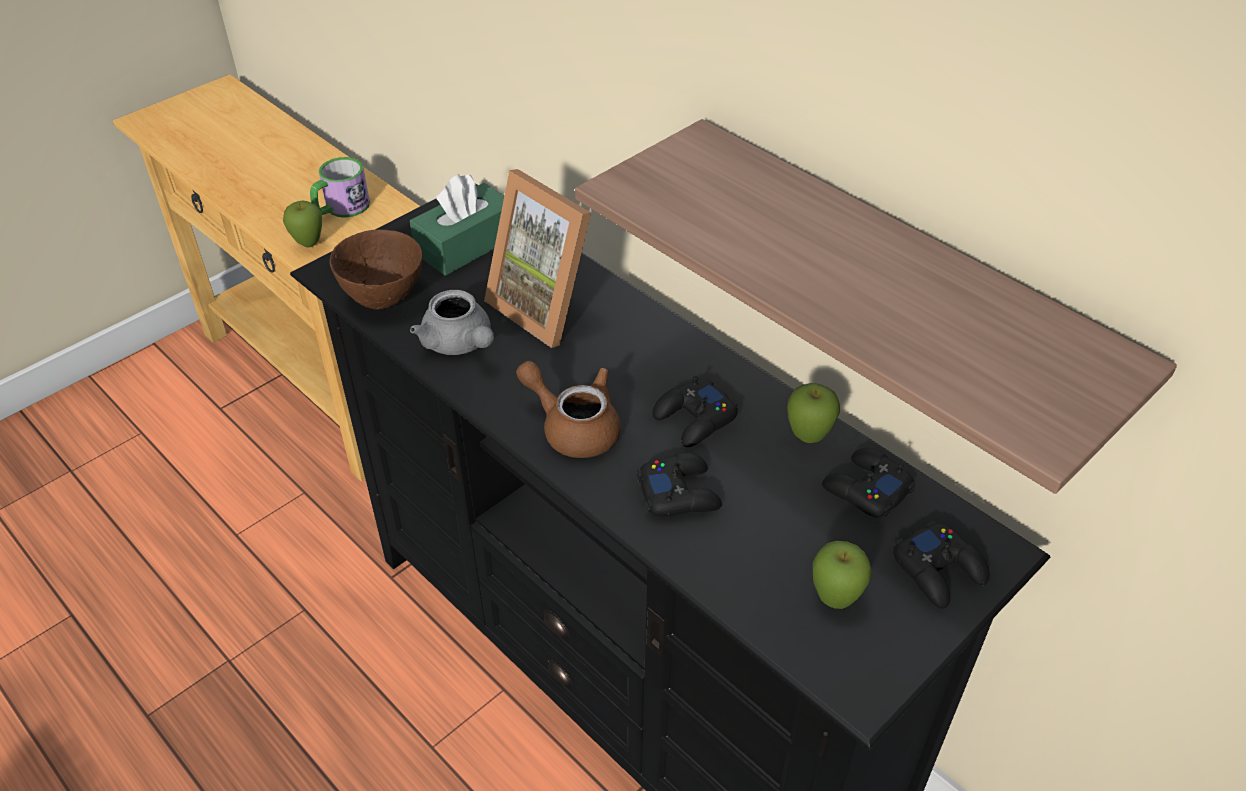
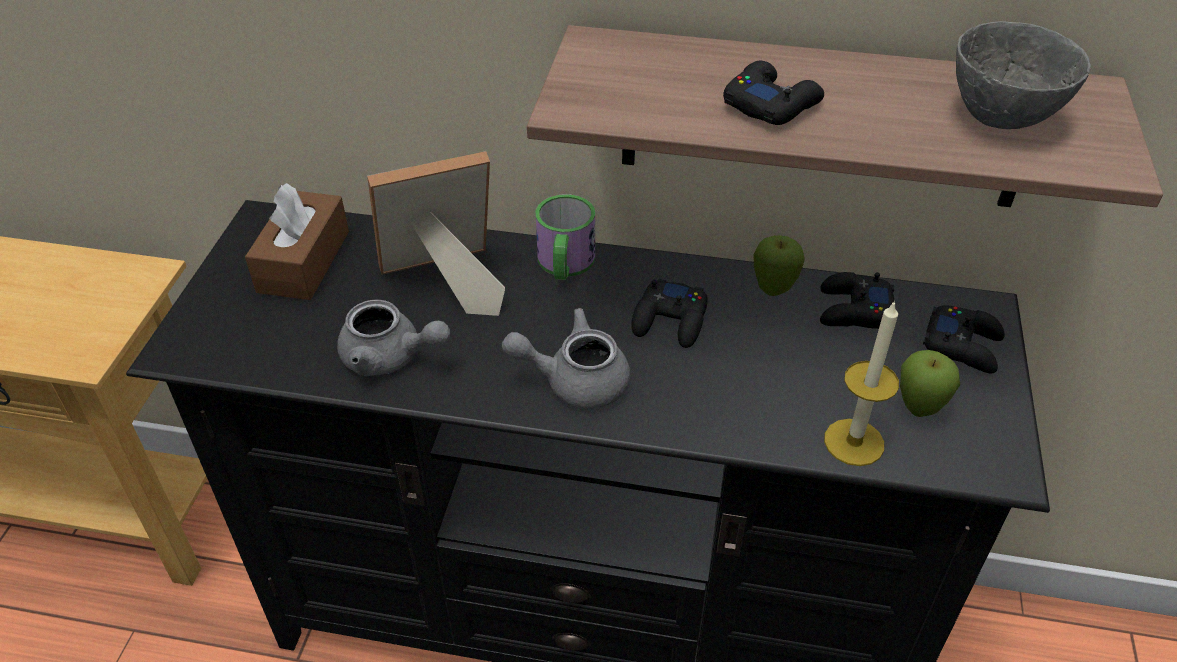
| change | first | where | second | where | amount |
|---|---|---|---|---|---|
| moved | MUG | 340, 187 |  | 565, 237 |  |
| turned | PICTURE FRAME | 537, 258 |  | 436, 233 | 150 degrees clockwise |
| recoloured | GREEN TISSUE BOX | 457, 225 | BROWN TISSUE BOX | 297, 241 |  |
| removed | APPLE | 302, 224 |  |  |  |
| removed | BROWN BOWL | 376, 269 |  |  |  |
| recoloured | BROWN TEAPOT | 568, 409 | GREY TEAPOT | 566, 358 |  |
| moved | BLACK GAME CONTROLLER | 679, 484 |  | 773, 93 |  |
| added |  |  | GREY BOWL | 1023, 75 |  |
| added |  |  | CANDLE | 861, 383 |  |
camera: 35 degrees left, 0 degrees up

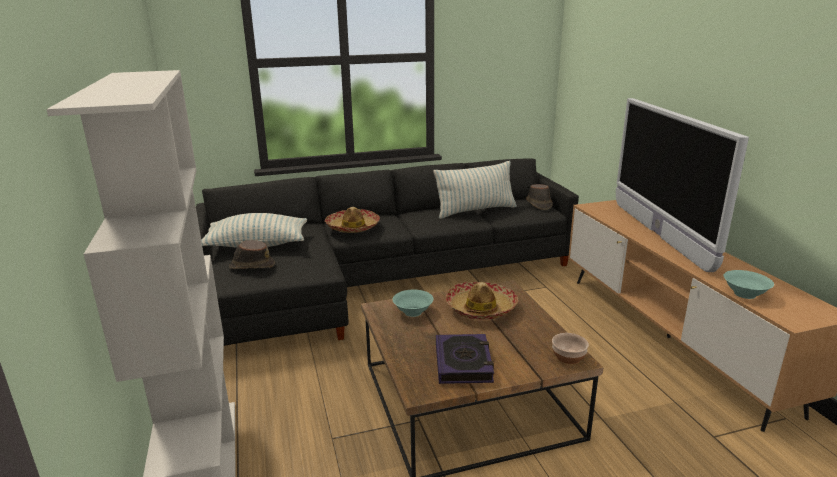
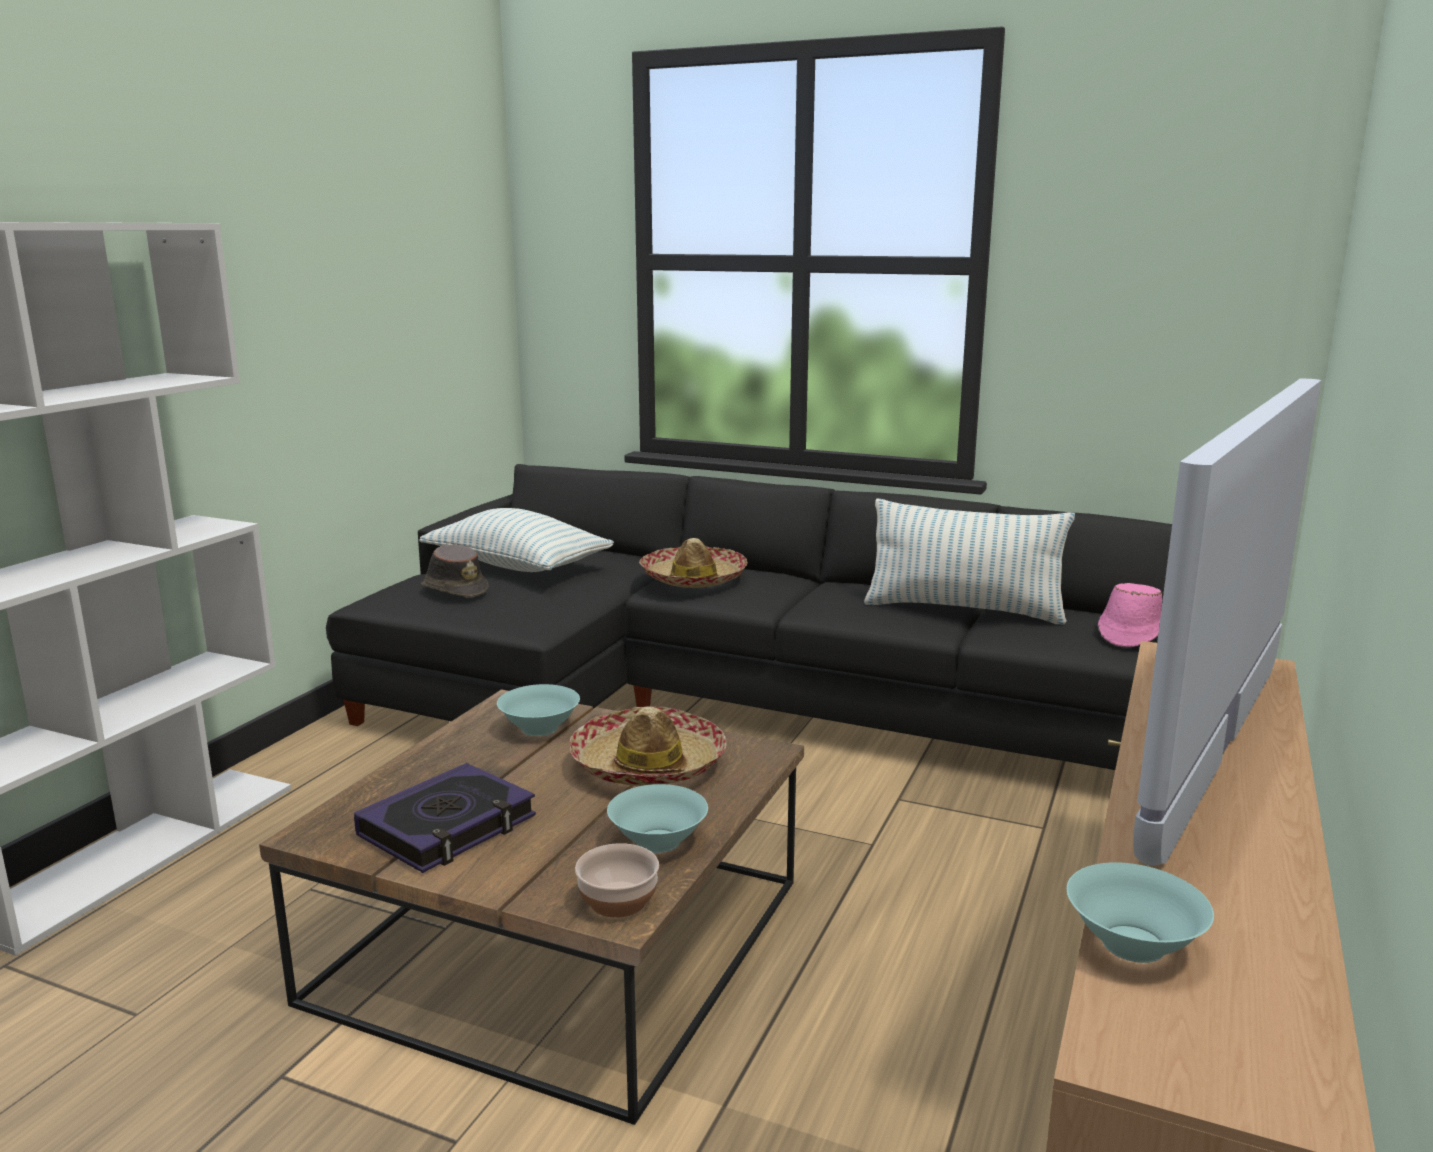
| change | first | where | second | where | amount |
|---|---|---|---|---|---|
| recoloured | BROWN HAT | 539, 197 | PINK HAT | 1130, 615 |  |
| added |  |  | TURQUOISE BOWL | 657, 818 |  |
camera: 40 degrees right, 5 degrees down

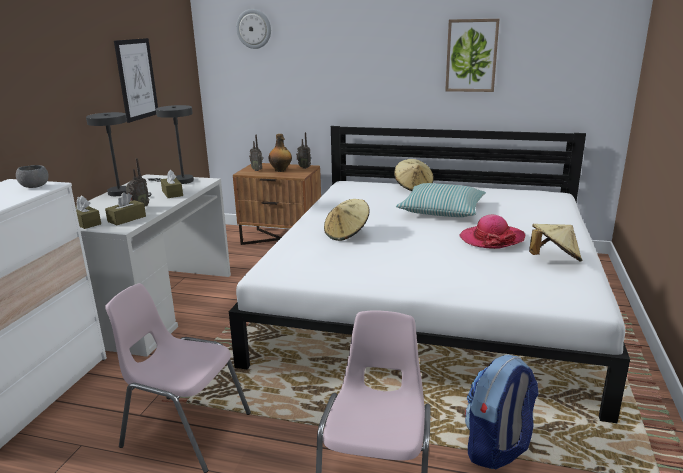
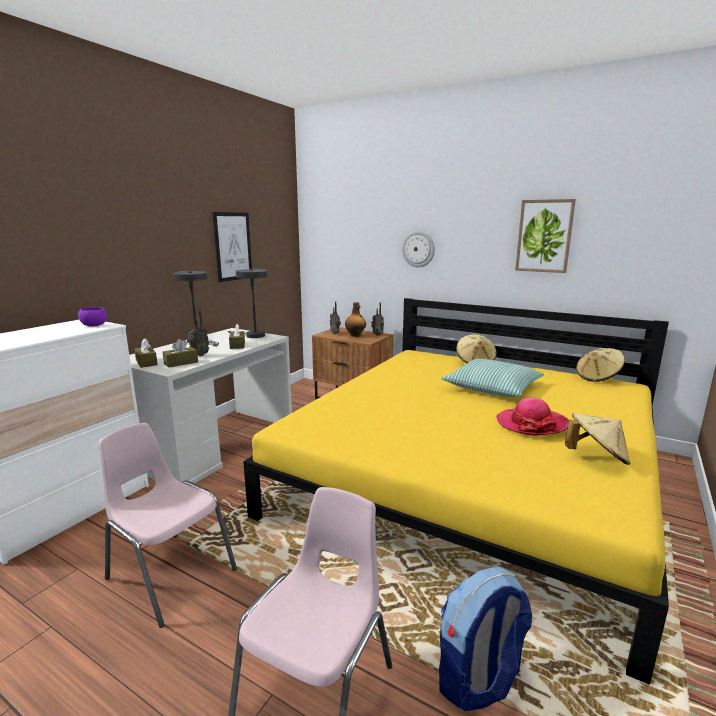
| change | first | where | second | where | amount |
|---|---|---|---|---|---|
| moved | WALL CLOCK | 253, 29 |  | 418, 249 |  |
| recoloured | WHITE BED | 429, 274 | YELLOW BED | 456, 491 |  |
| recoloured | GREY BOWL | 32, 176 | PURPLE BOWL | 92, 316 |  |
| moved | BEIGE HAT | 347, 220 |  | 600, 365 |  |
camera: 15 degrees right, 5 degrees down

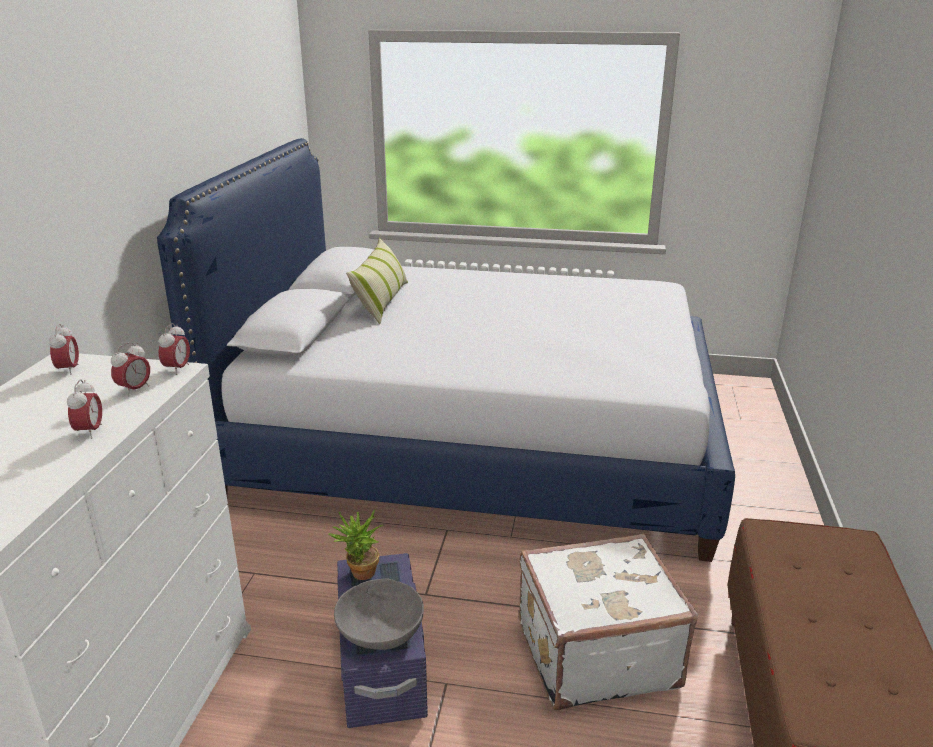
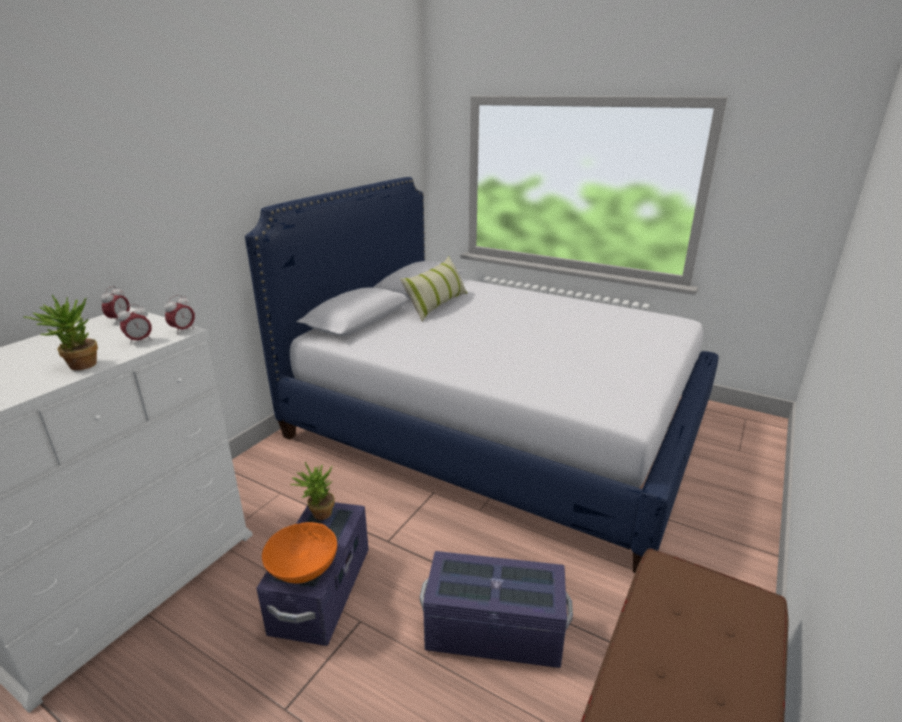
| change | first | where | second | where | amount |
|---|---|---|---|---|---|
| replaced | ALARM CLOCK | 84, 409 | POTTED PLANT | 61, 332 |  |
| replaced | WHITE SUITCASE | 608, 621 | PURPLE STORAGE BOX | 496, 609 |  |
| recoloured | GREY BOWL | 379, 614 | ORANGE BOWL | 299, 552 |  |
camera: 20 degrees right, 0 degrees up

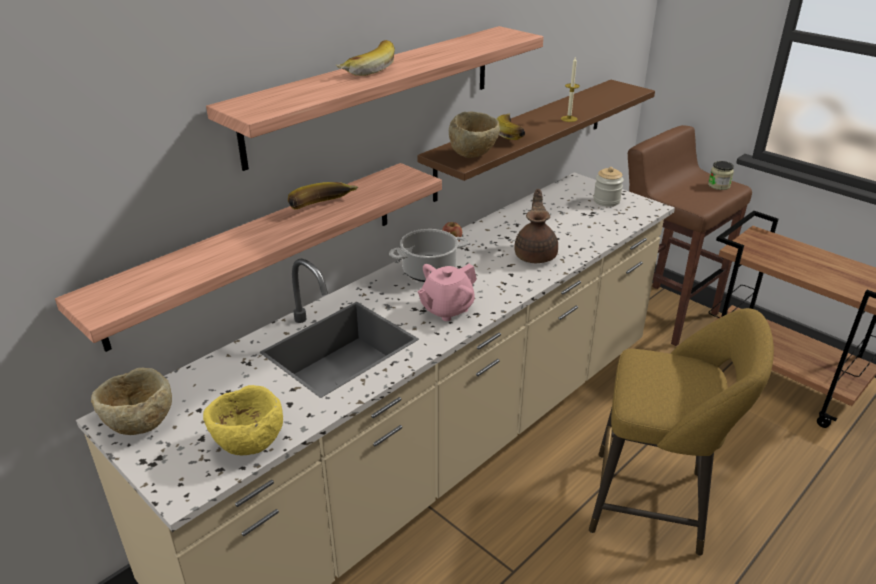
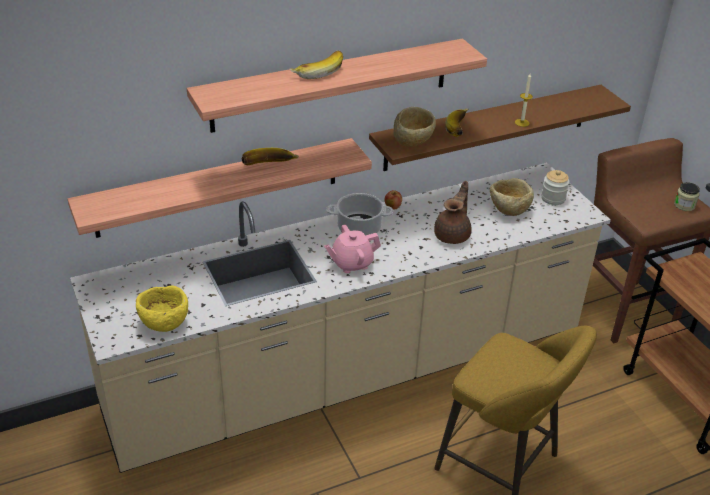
| change | first | where | second | where | amount |
|---|---|---|---|---|---|
| moved | BEIGE BOWL | 131, 401 |  | 512, 197 |  |
camera: 20 degrees right, 5 degrees up

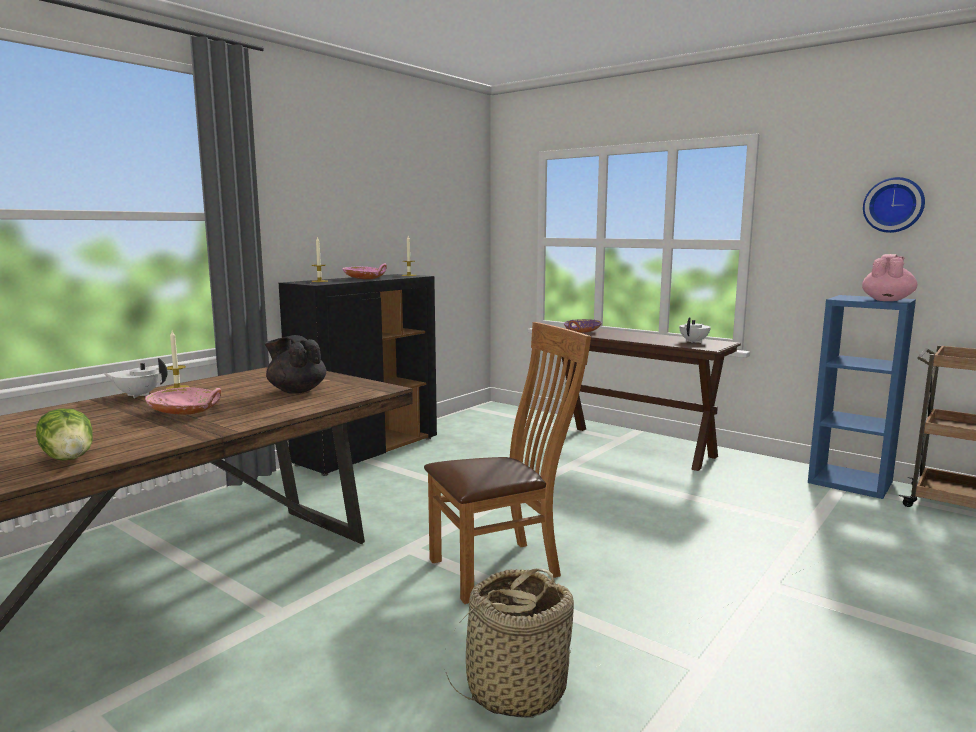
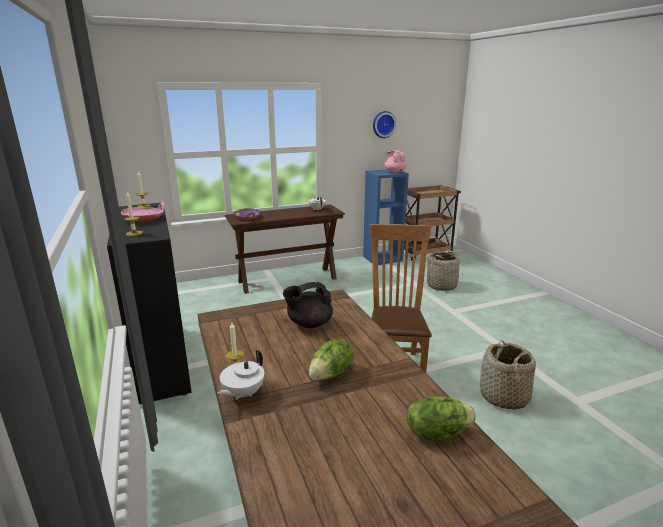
| change | first | where | second | where | amount |
|---|---|---|---|---|---|
| replaced | PINK BOWL | 183, 401 | LETTUCE | 331, 359 |  |
| added |  |  | BASKET | 443, 270 |  |
camera: 60 degrees left, 10 degrees up

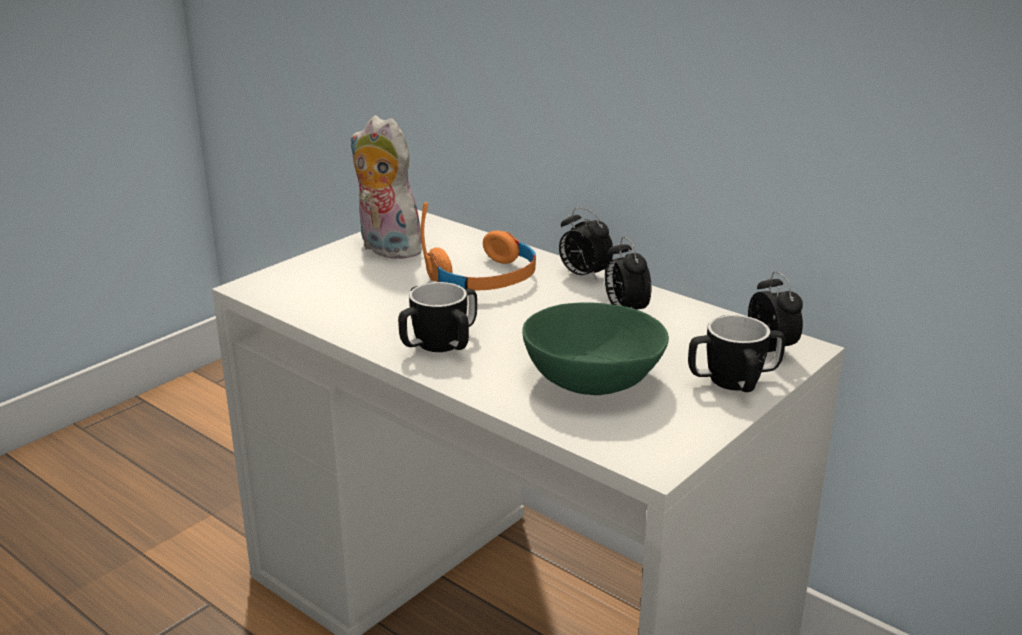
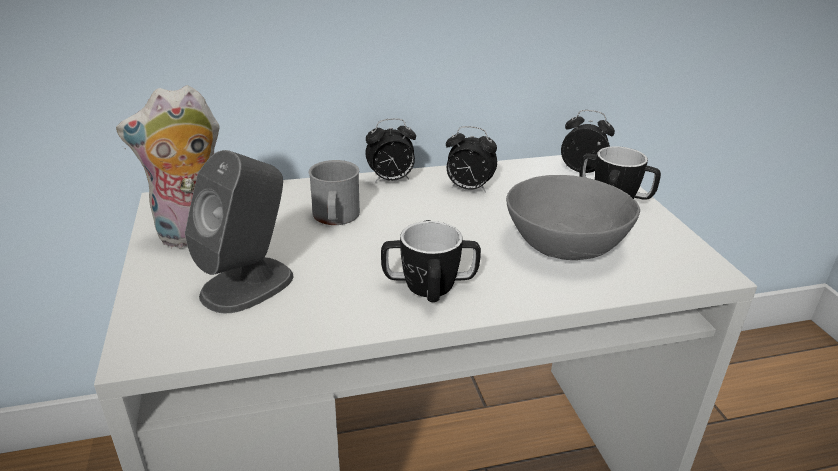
| change | first | where | second | where | amount |
|---|---|---|---|---|---|
| replaced | ORANGE HEADPHONES | 478, 246 | GREY MUG | 334, 192 |  |
| recoloured | GREEN BOWL | 595, 348 | GREY BOWL | 573, 217 |  |
| added |  |  | GREY SPEAKER | 239, 231 |  |
camera: 55 degrees left, 5 degrees up

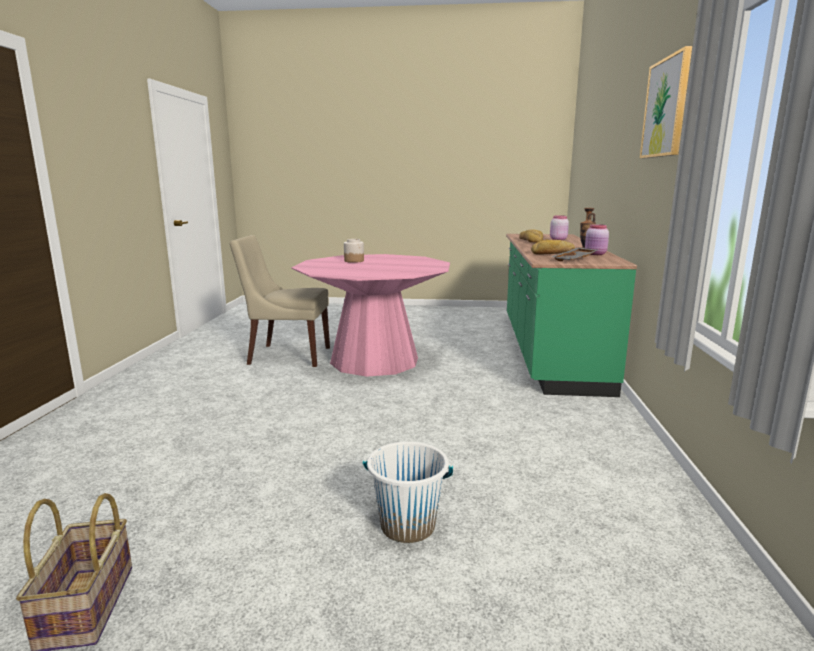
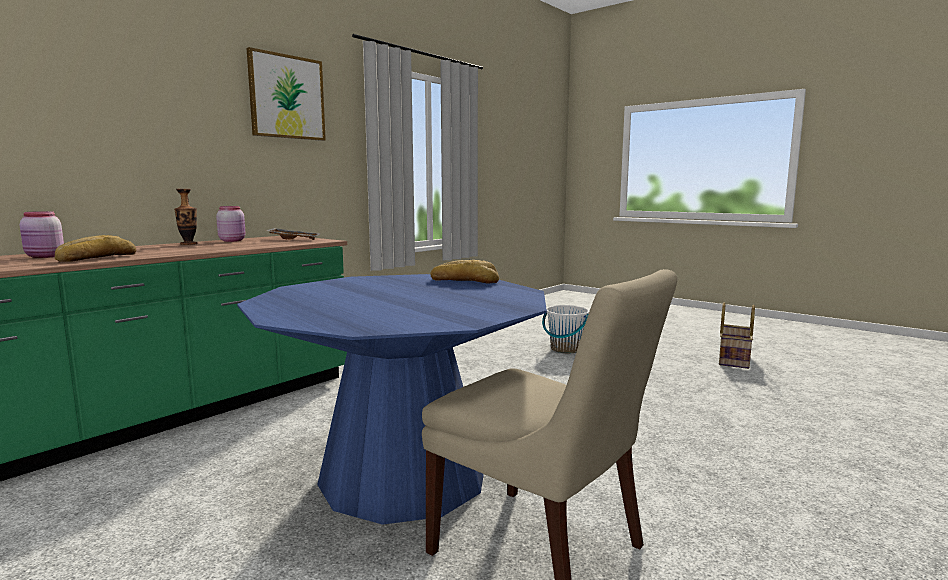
| change | first | where | second | where | amount |
|---|---|---|---|---|---|
| removed | JAR | 354, 251 |  |  |  |
| moved | BREAD | 553, 247 |  | 464, 272 |  |
| recoloured | PINK DINING TABLE | 371, 315 | BLUE DINING TABLE | 392, 399 |  |
camera: 145 degrees left, 5 degrees down

